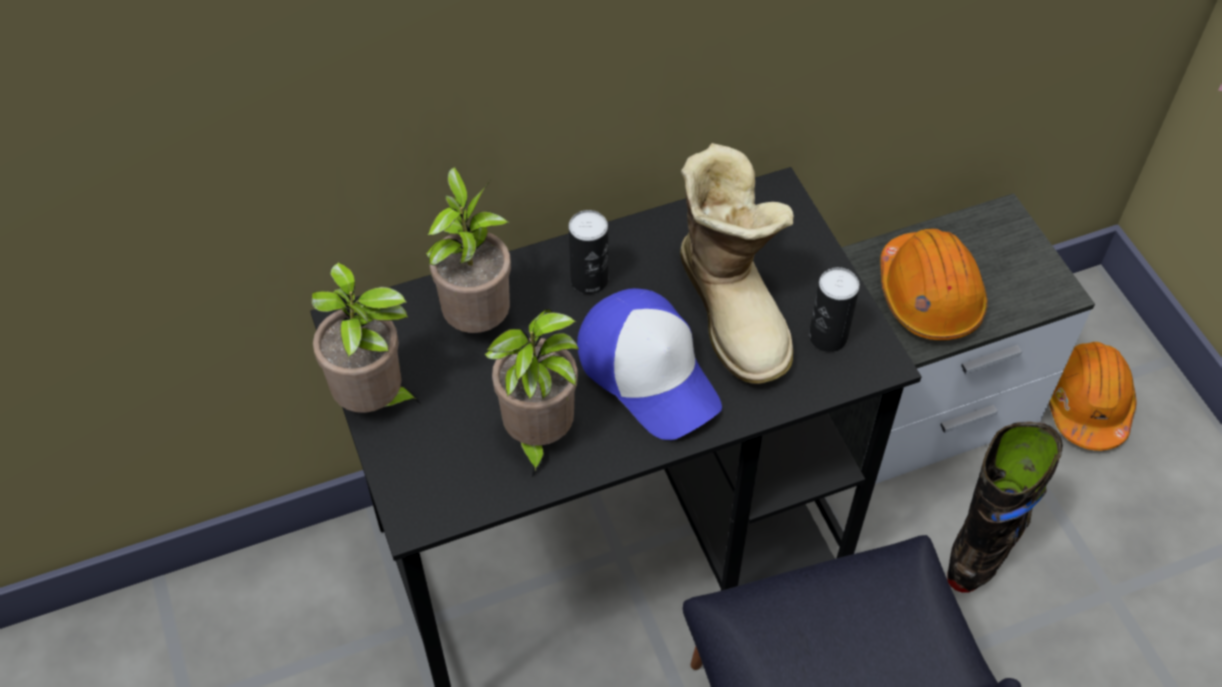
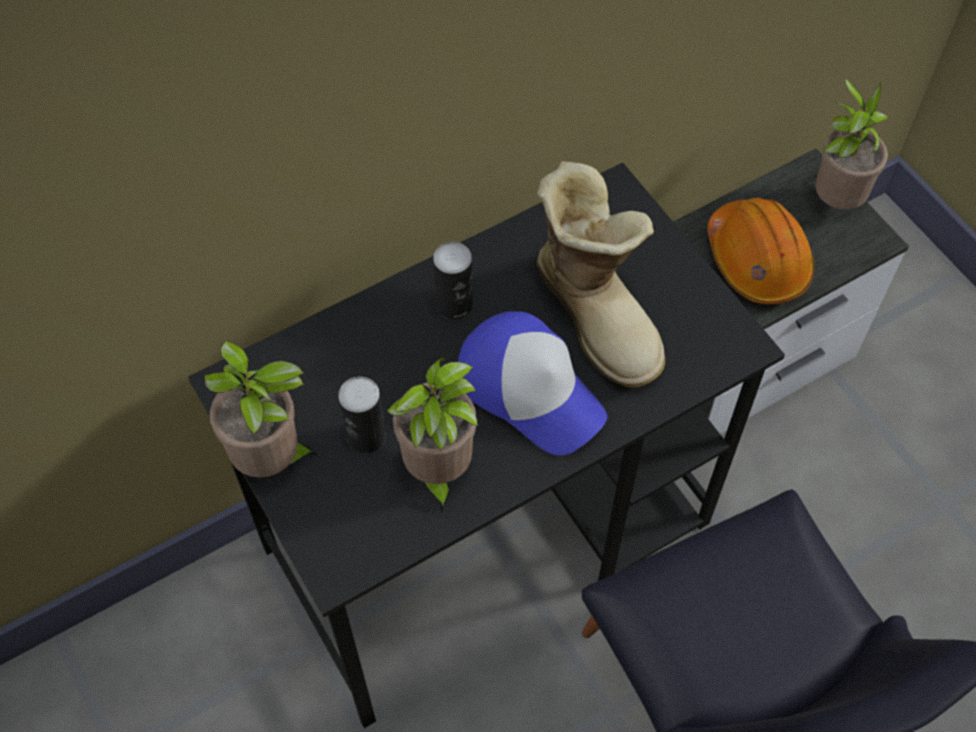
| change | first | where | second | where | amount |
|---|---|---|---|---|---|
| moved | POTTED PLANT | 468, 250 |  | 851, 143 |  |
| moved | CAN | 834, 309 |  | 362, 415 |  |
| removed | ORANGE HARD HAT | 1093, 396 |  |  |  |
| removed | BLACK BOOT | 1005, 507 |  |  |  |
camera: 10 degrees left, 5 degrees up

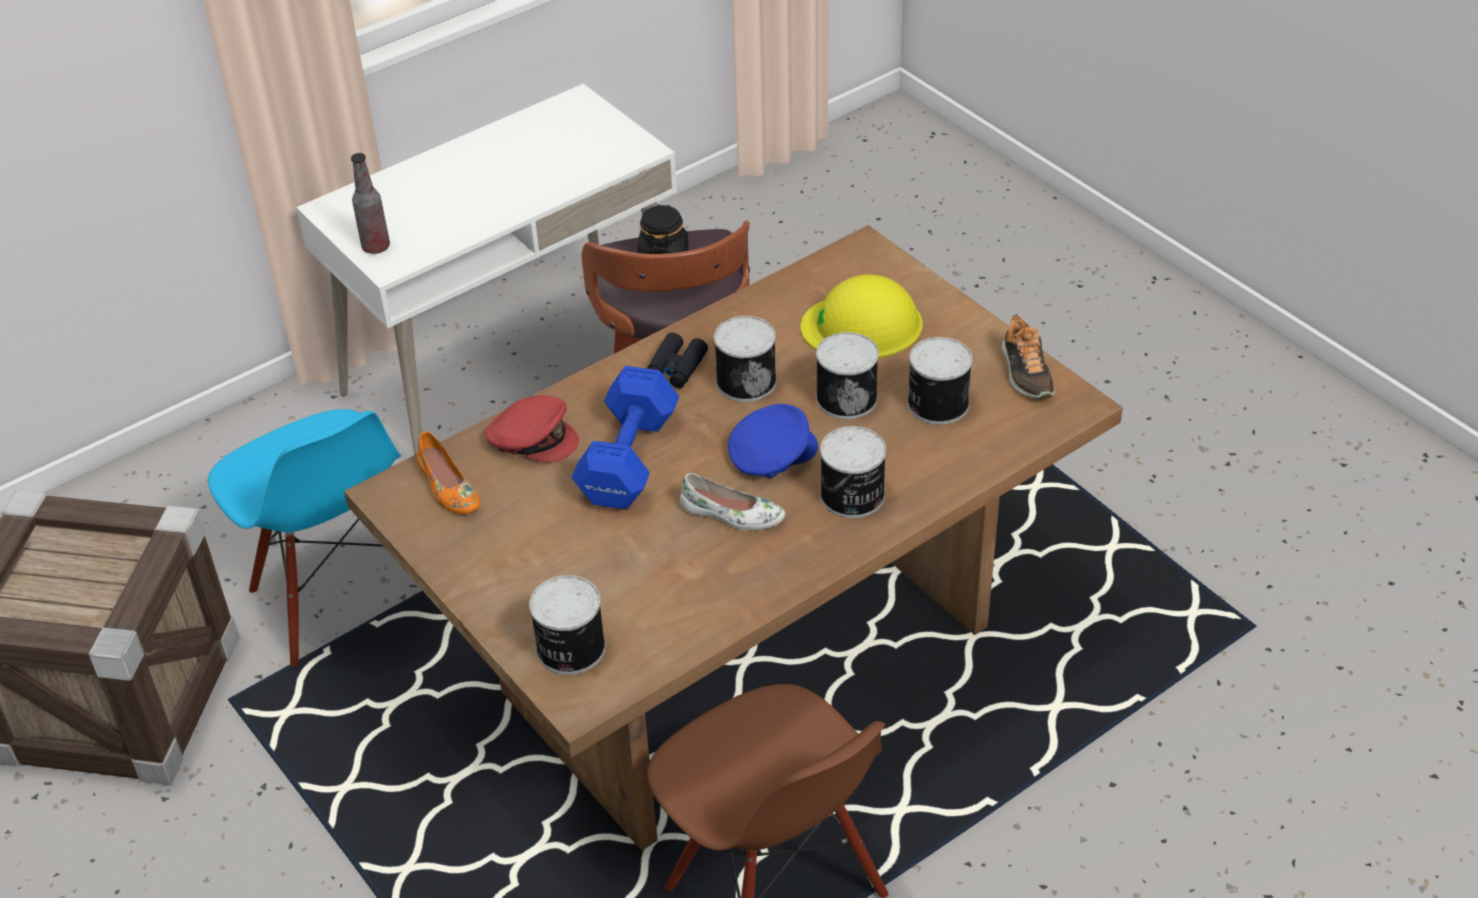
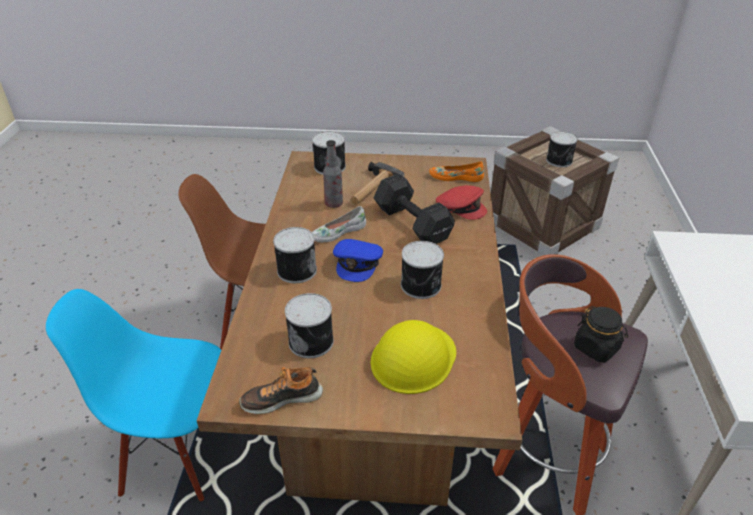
| change | first | where | second | where | amount |
|---|---|---|---|---|---|
| moved | BOTTLE | 370, 203 |  | 333, 174 |  |
| turned | SHOE | 1028, 356 |  | 281, 390 | 45 degrees counterclockwise |
| removed | BLACK BINOCULARS | 677, 360 |  |  |  |
| moved | CAN | 847, 375 |  | 562, 149 |  |
| recoloured | BLUE DUMBBELL | 625, 437 | BLACK DUMBBELL | 414, 209 |  |
| turned | RED CAP | 532, 428 |  | 461, 202 | 120 degrees counterclockwise |
| moved | BLUE CHAIR | 304, 538 |  | 133, 395 |  |
| added |  |  | HAMMER | 378, 183 |  |
camera: 130 degrees right, 5 degrees down

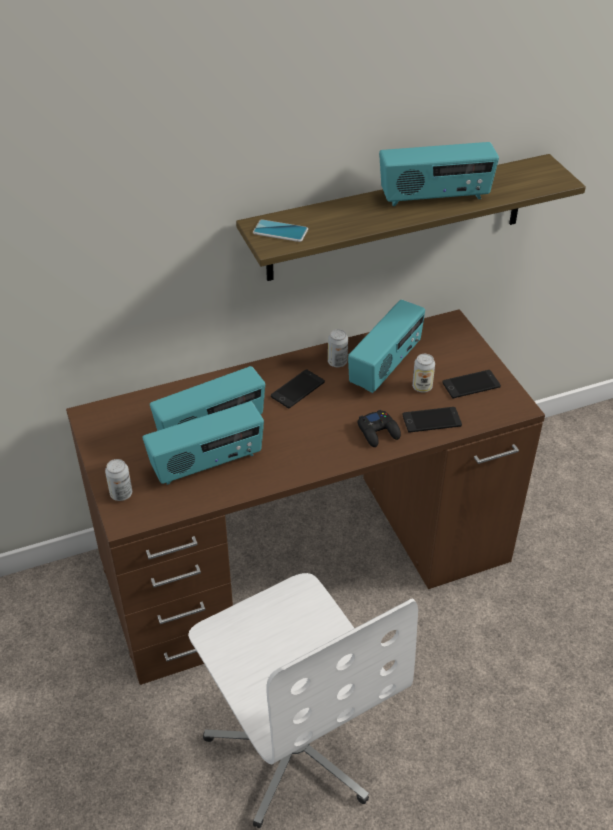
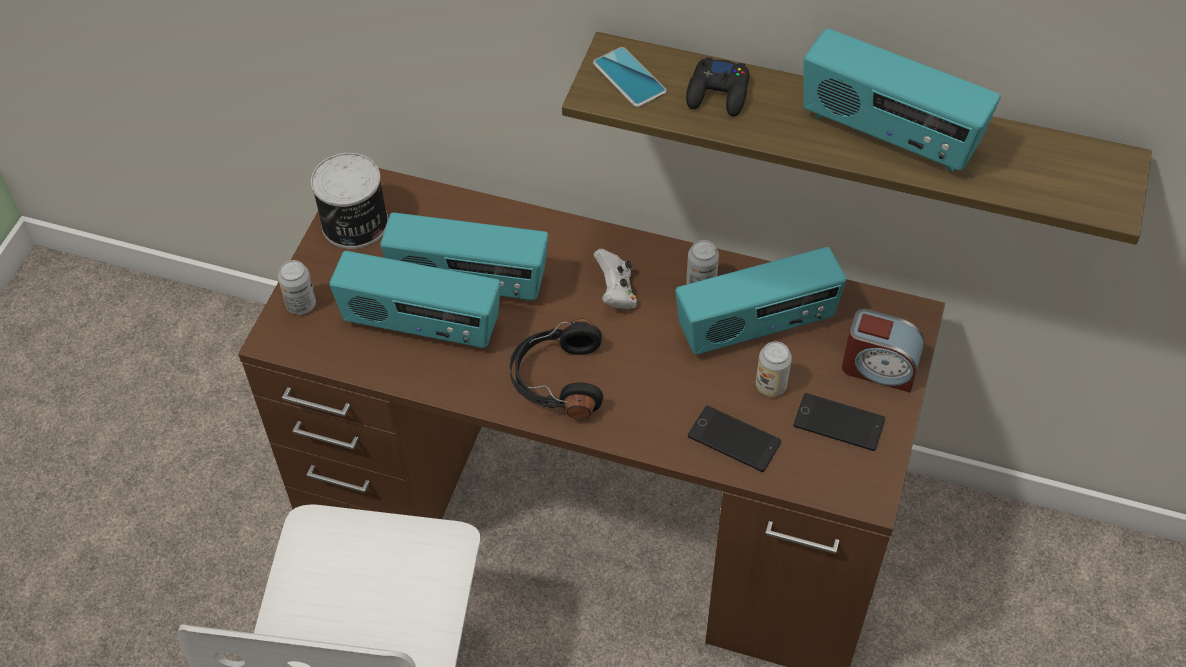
| change | first | where | second | where | amount |
|---|---|---|---|---|---|
| replaced | PHONE | 298, 388 | WHITE GAME CONTROLLER | 615, 279 |  |
| moved | BLACK GAME CONTROLLER | 379, 428 |  | 717, 86 |  |
| added |  |  | CAN | 349, 201 |  |
| added |  |  | ALARM CLOCK | 883, 350 |  |
| added |  |  | BLACK HEADPHONES | 556, 369 |  |
camera: 40 degrees right, 10 degrees up

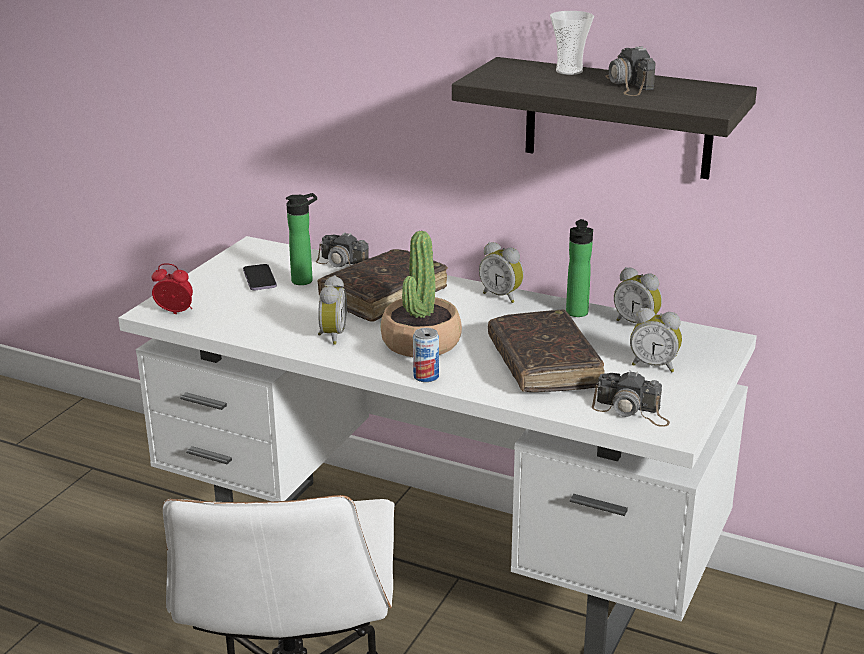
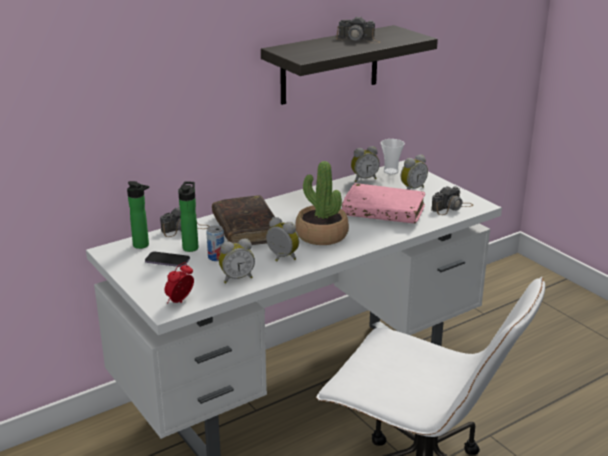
| change | first | where | second | where | amount |
|---|---|---|---|---|---|
| moved | CUP | 572, 43 |  | 392, 156 |  |
| moved | BOTTLE | 579, 268 |  | 138, 215 |  |
| moved | ALARM CLOCK | 501, 272 |  | 237, 261 |  |
| recoloured | BROWN BOOK | 546, 350 | PINK BOOK | 383, 203 |  |
| moved | CAN | 426, 355 |  | 215, 243 |  |
camera: 60 degrees left, 0 degrees up

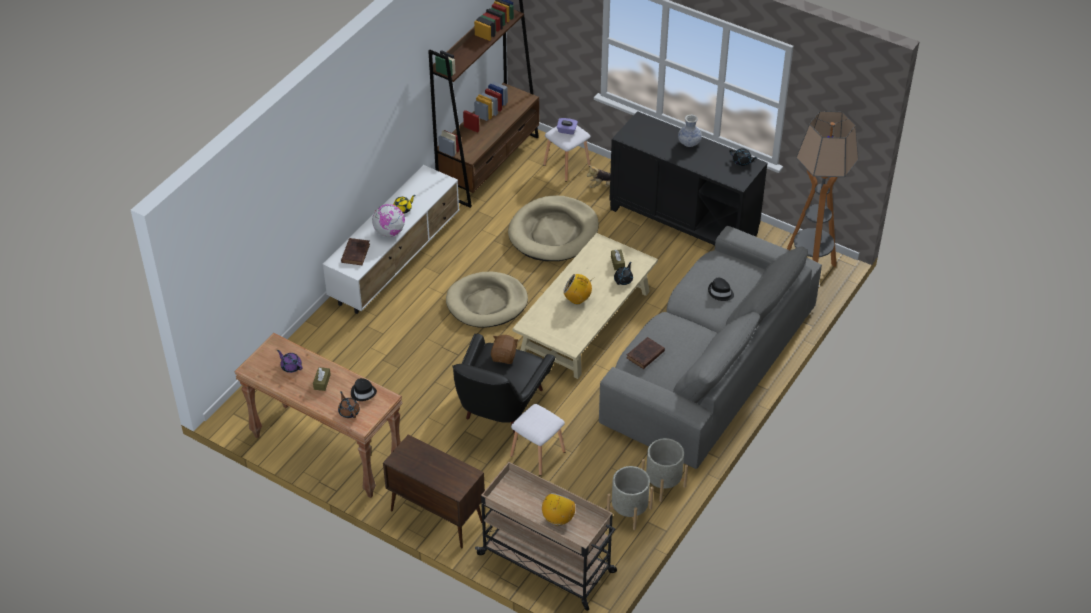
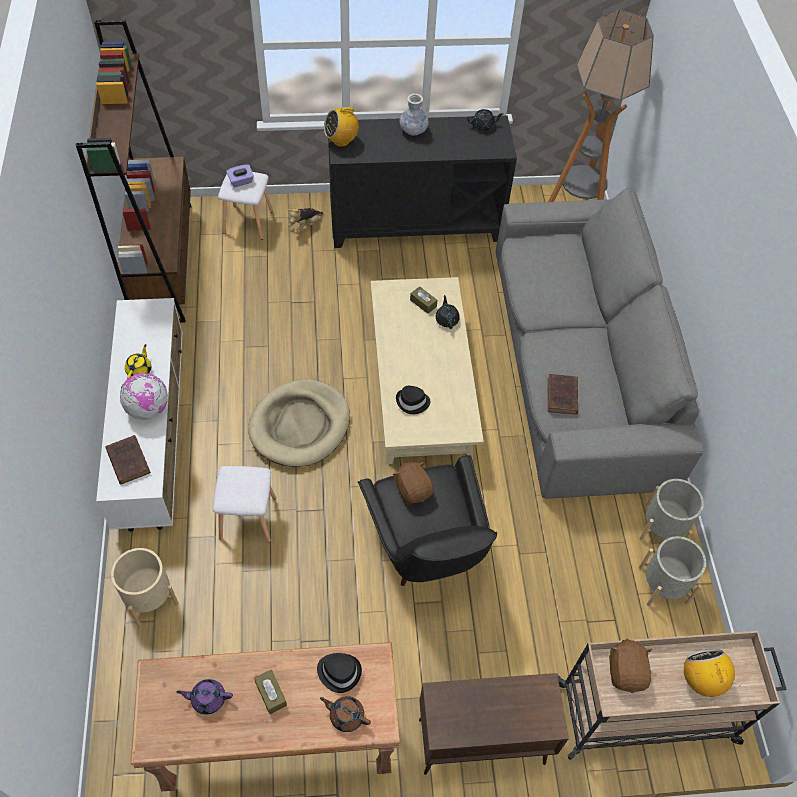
| change | first | where | second | where | amount |
|---|---|---|---|---|---|
| removed | BEIGE DOG BED | 553, 228 |  |  |  |
| moved | RADIO | 577, 289 |  | 341, 126 |  |
| moved | BLACK HAT | 721, 289 |  | 413, 400 |  |
| moved | WHITE STOOL | 538, 440 |  | 244, 504 |  |
| added |  |  | BEIGE PLANTER | 145, 587 |  |
| added |  |  | BROWN PLUSH TOY | 630, 665 |  |
camera: 40 degrees left, 10 degrees up

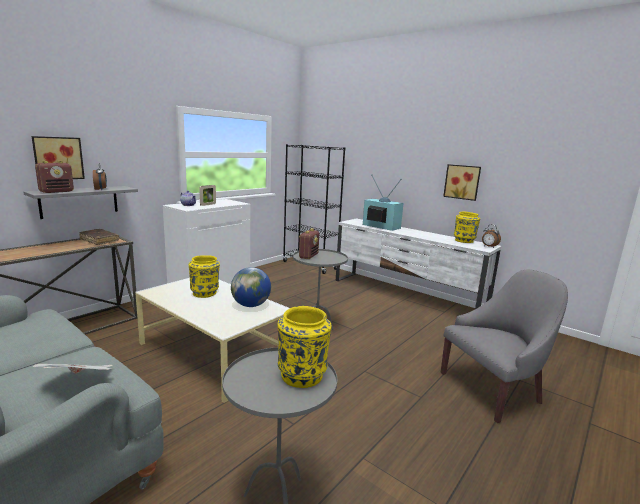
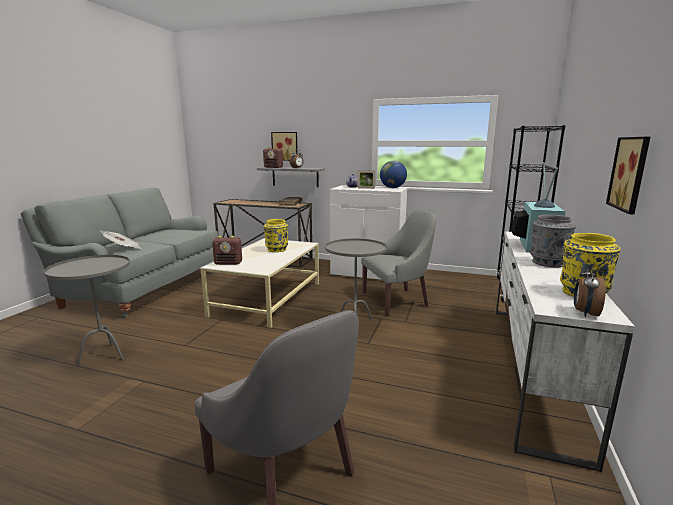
| change | first | where | second | where | amount |
|---|---|---|---|---|---|
| moved | RADIO | 309, 244 |  | 227, 250 |  |
| moved | GLOBE | 251, 287 |  | 393, 174 |  |
| removed | YELLOW VASE | 304, 347 |  |  |  |
| added |  |  | GREY ARMCHAIR | 398, 262 |  |
| added |  |  | GREY VASE | 553, 241 |  |
camera: 70 degrees right, 0 degrees up

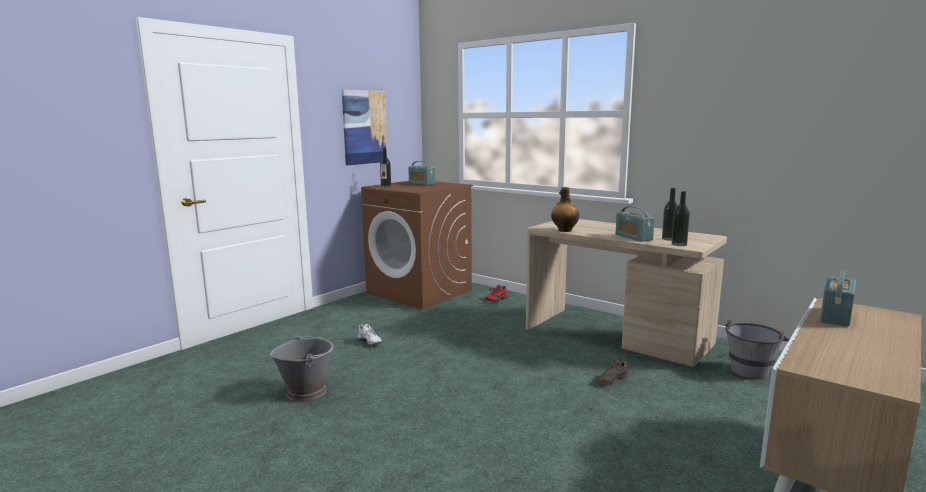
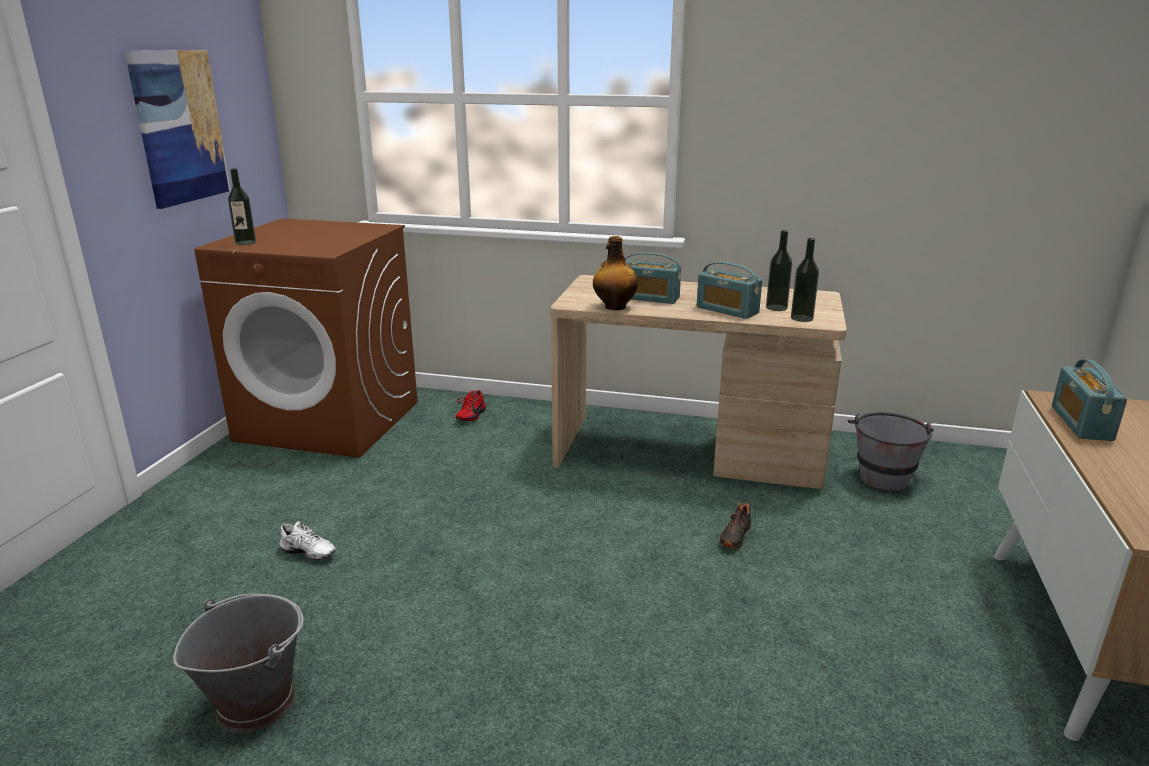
| change | first | where | second | where | amount |
|---|---|---|---|---|---|
| moved | RADIO | 421, 173 |  | 653, 278 |  |
camera: 25 degrees left, 10 degrees up

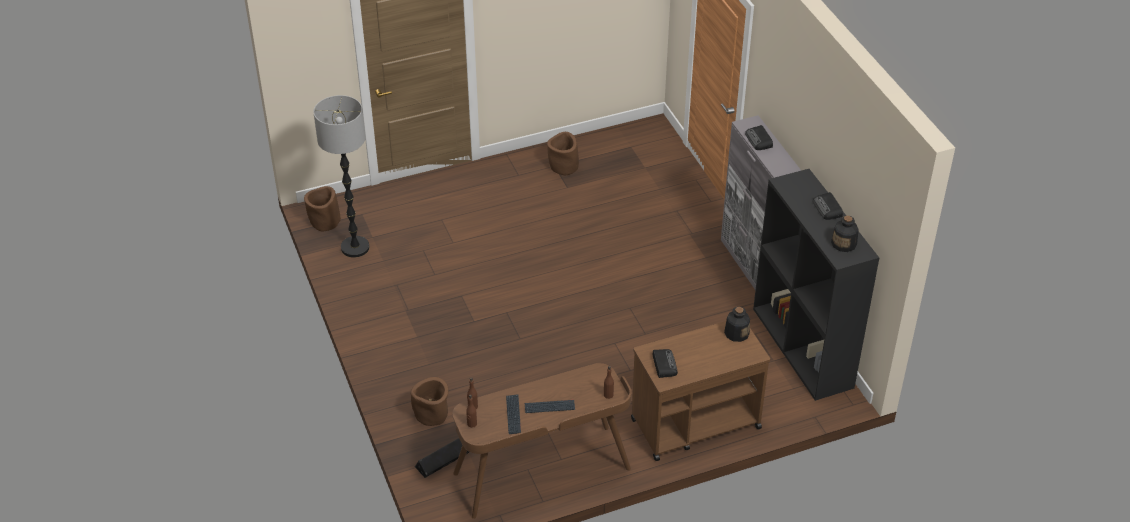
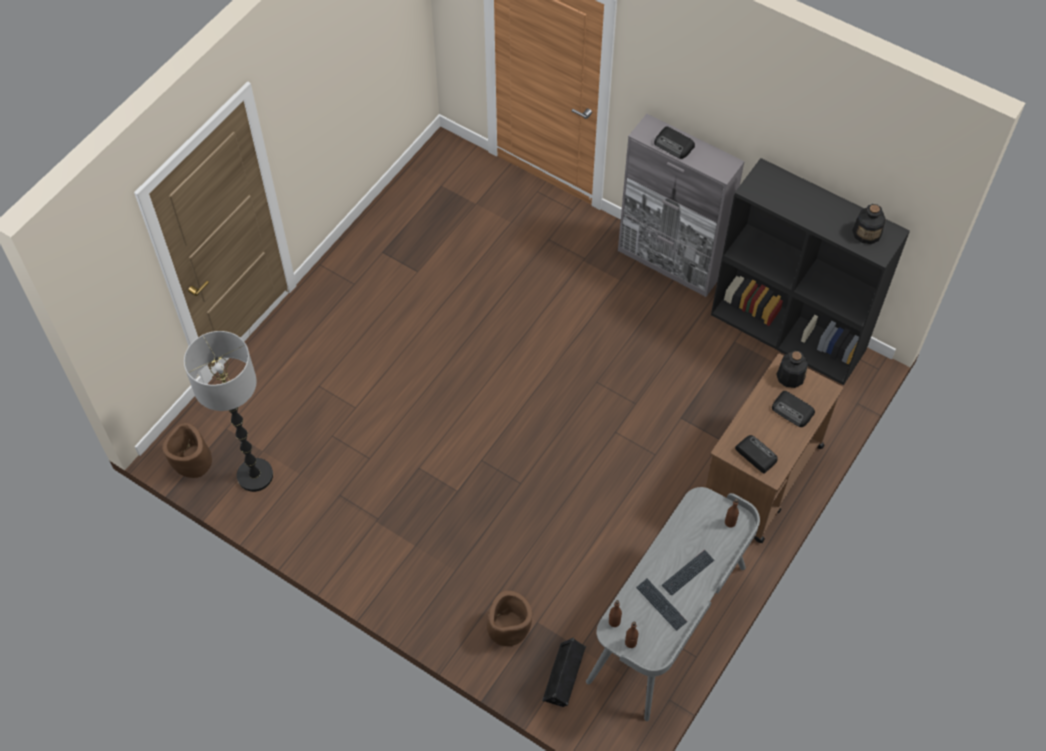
| change | first | where | second | where | amount |
|---|---|---|---|---|---|
| removed | BROWN PLANTER | 563, 153 |  |  |  |
| moved | RADIO | 828, 206 |  | 793, 409 |  |
| recoloured | BROWN DESK | 542, 441 | GREY DESK | 673, 604 |  |
camera: 35 degrees left, 15 degrees up

